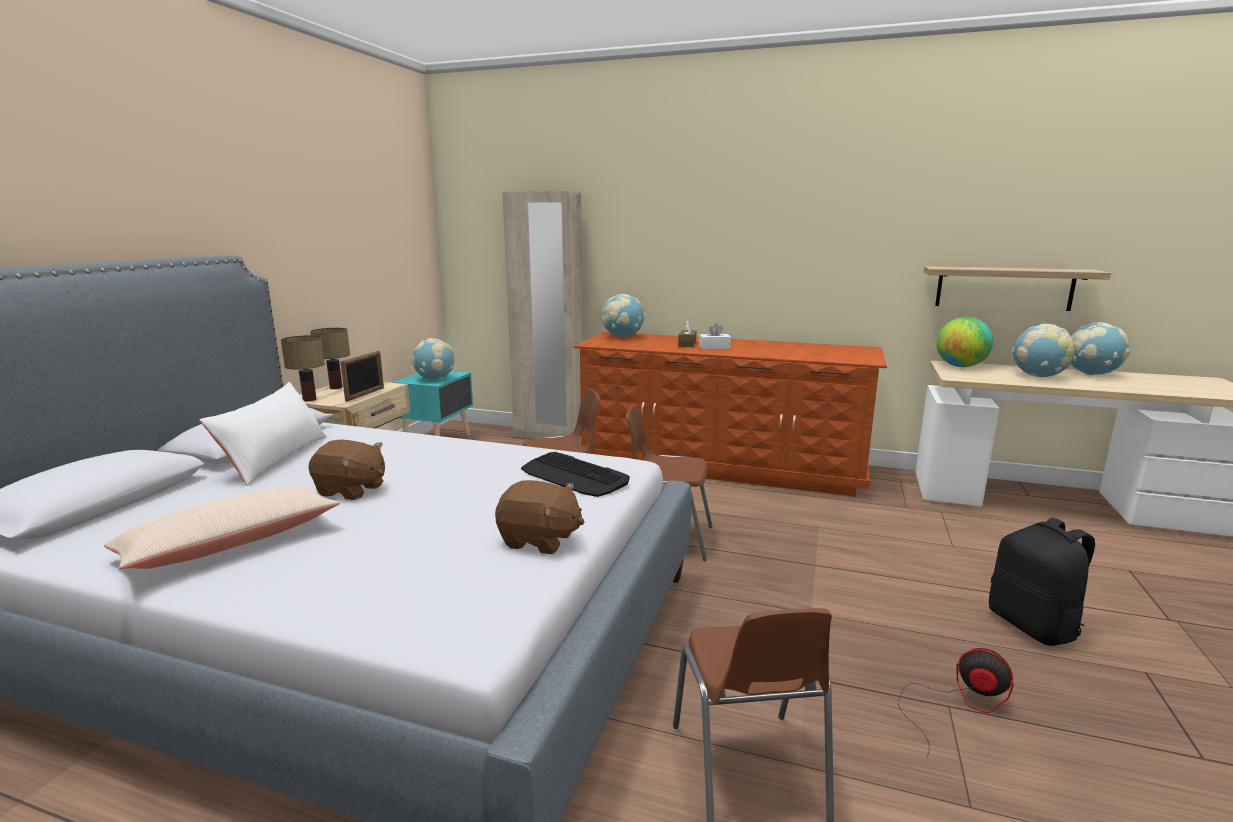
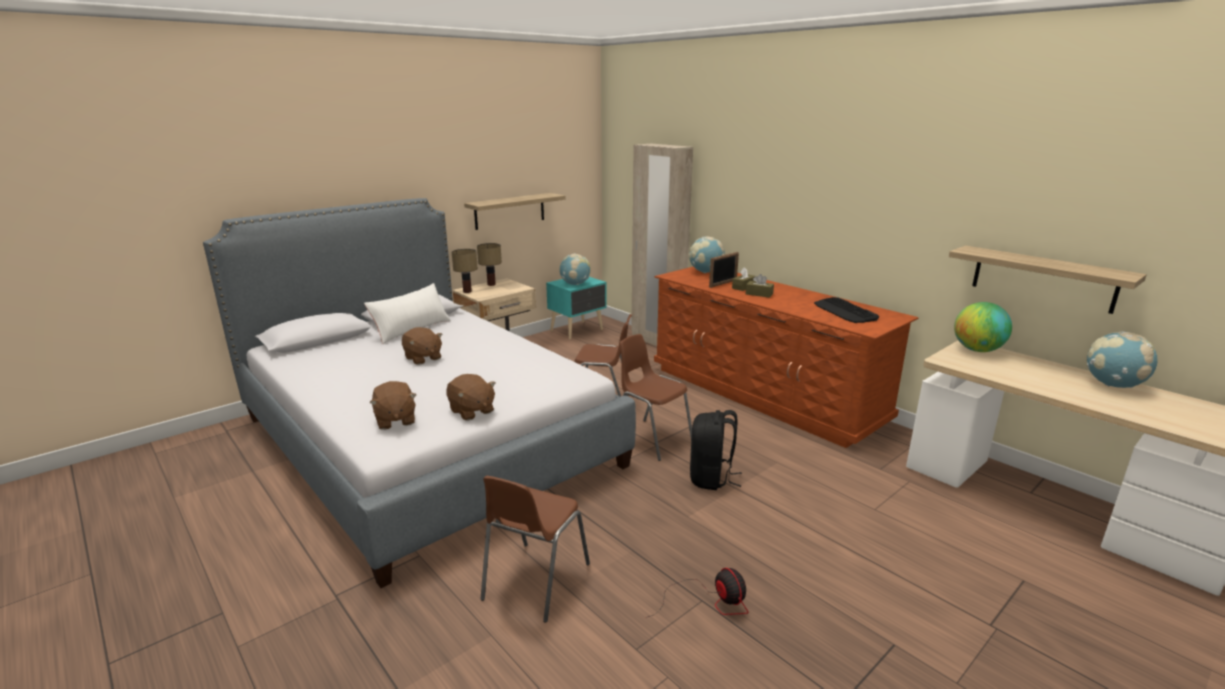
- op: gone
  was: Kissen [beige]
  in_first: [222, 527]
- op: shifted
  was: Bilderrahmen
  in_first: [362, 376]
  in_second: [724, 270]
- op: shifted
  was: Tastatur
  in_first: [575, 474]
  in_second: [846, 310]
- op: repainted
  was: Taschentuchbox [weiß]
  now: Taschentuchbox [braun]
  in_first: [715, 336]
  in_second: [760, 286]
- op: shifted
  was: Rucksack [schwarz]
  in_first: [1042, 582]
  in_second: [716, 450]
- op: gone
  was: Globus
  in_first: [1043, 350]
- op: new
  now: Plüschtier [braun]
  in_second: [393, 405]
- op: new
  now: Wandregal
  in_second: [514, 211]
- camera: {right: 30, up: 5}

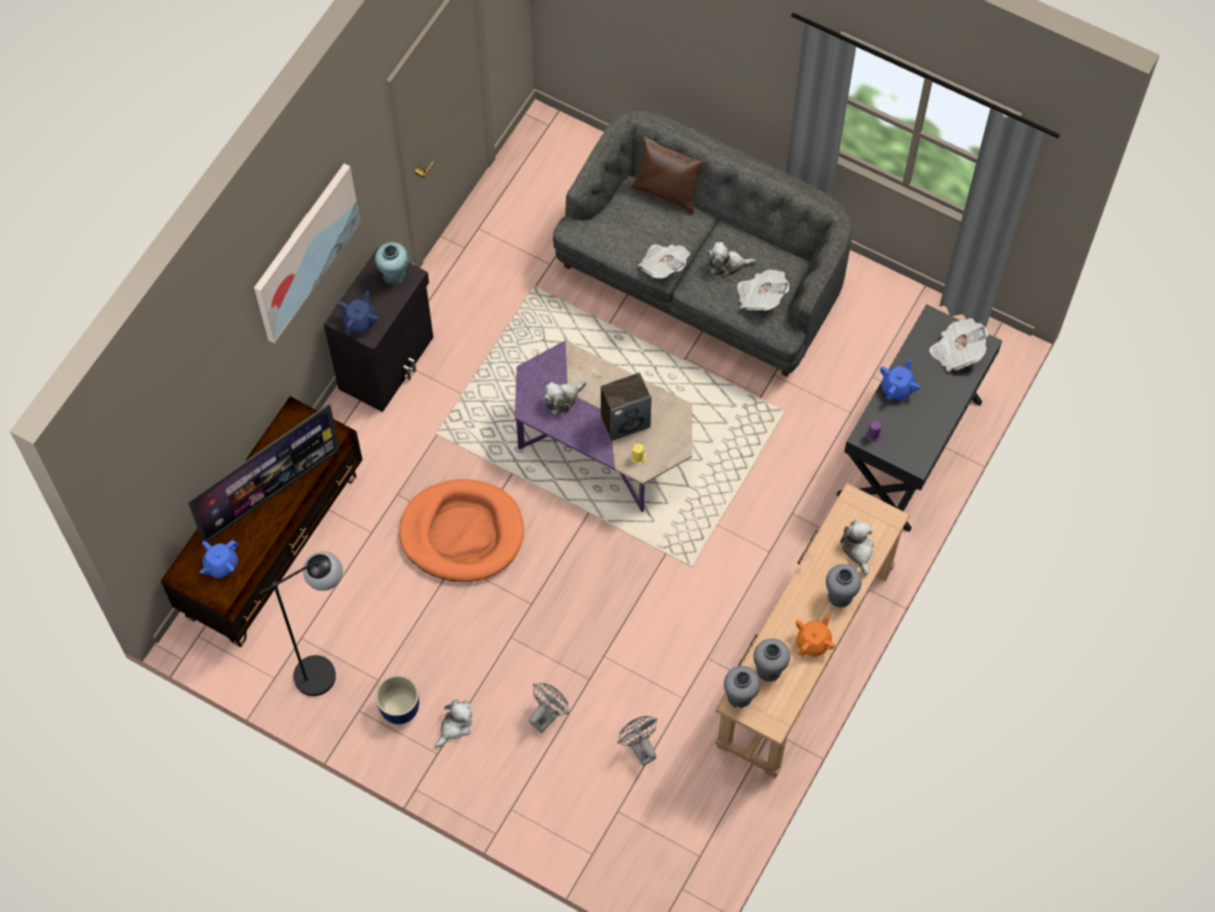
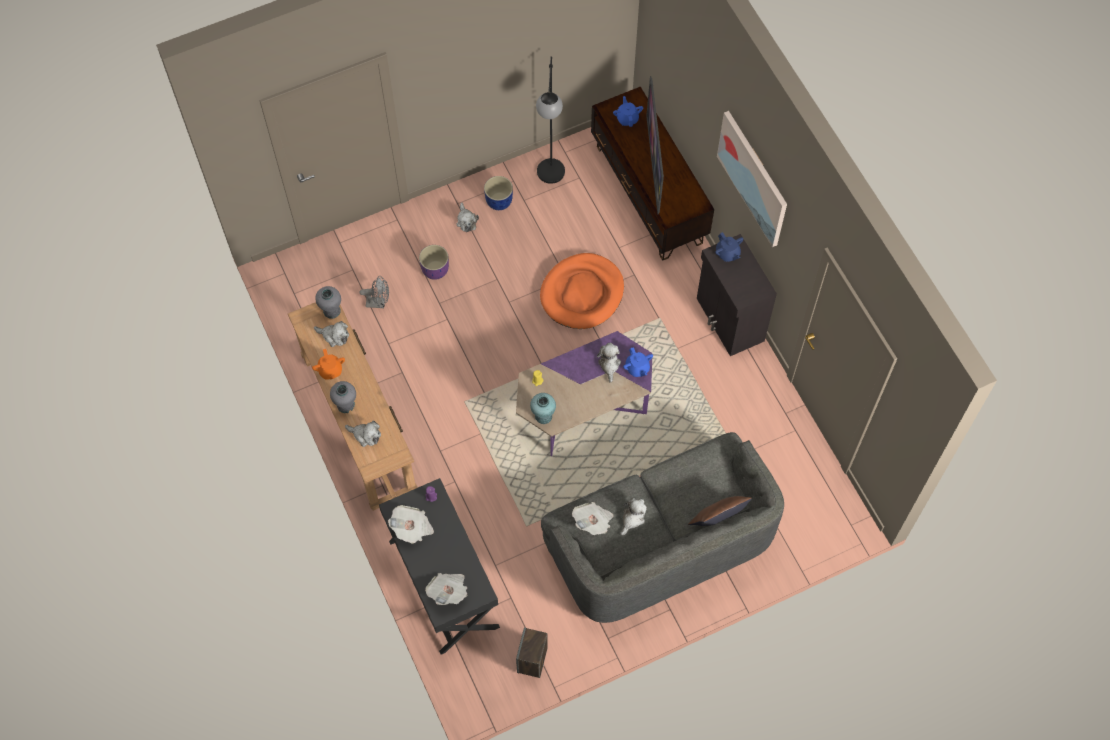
- op: shifted
  was: Vase [türkis]
  in_first: [392, 264]
  in_second: [543, 408]
- op: swapped
  was: Ventilator [grau]
  now: Pflanzkübel [lila]
  in_first: [549, 708]
  in_second: [434, 262]
- op: shifted
  was: Lautsprecher
  in_first: [626, 407]
  in_second: [532, 652]
- op: shifted
  was: Zeitung
  in_first: [664, 261]
  in_second: [411, 524]
- op: swapped
  was: Vase [grau]
  now: Plüschtier
  in_first: [771, 660]
  in_second: [331, 334]
- op: shifted
  was: Teekanne [blau]
  in_first: [900, 379]
  in_second: [638, 362]
- camera: {right: 125, up: 0}

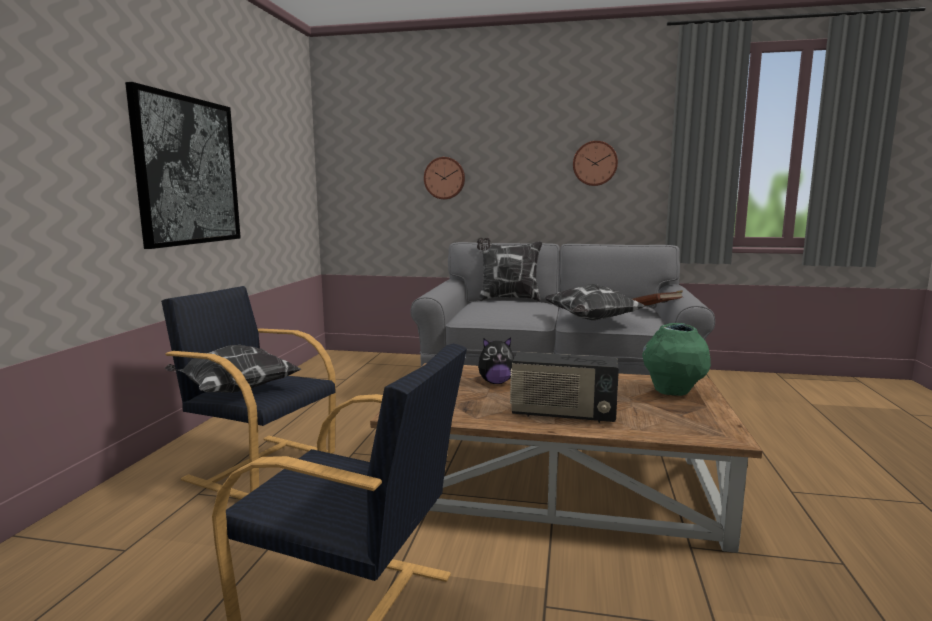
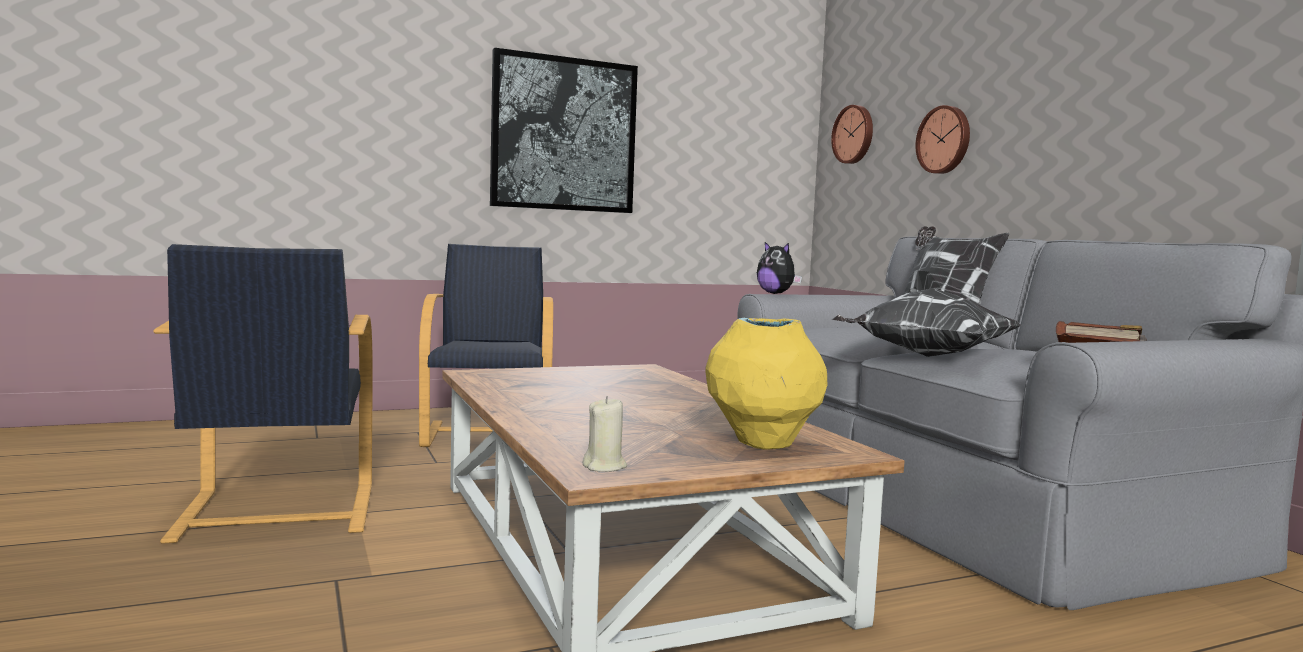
- op: gone
  was: Kissen
  in_first: [232, 369]
- op: shifted
  was: Plüschtier
  in_first: [496, 360]
  in_second: [779, 268]
- op: gone
  was: Radio
  in_first: [564, 387]
- op: shifted
  was: Wanduhr
  in_first: [595, 163]
  in_second: [852, 134]
- op: repainted
  was: Vase [grün]
  now: Vase [gelb]
  in_first: [676, 359]
  in_second: [766, 384]
- op: new
  now: Kerze [beige]
  in_second: [605, 434]
- camera: {right: 55, up: -5}

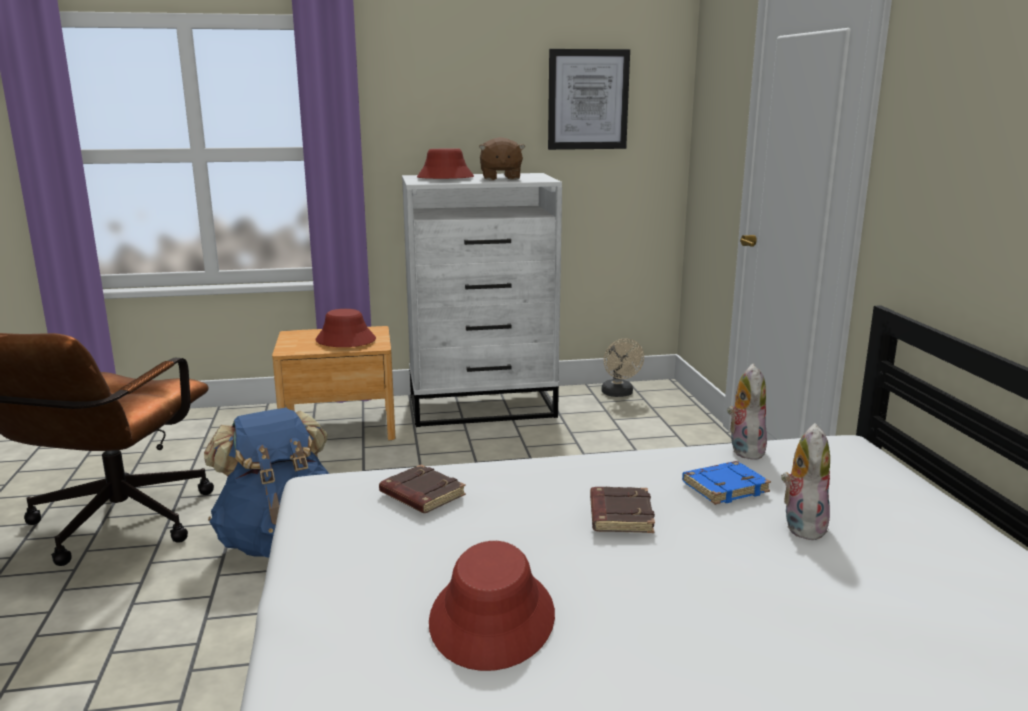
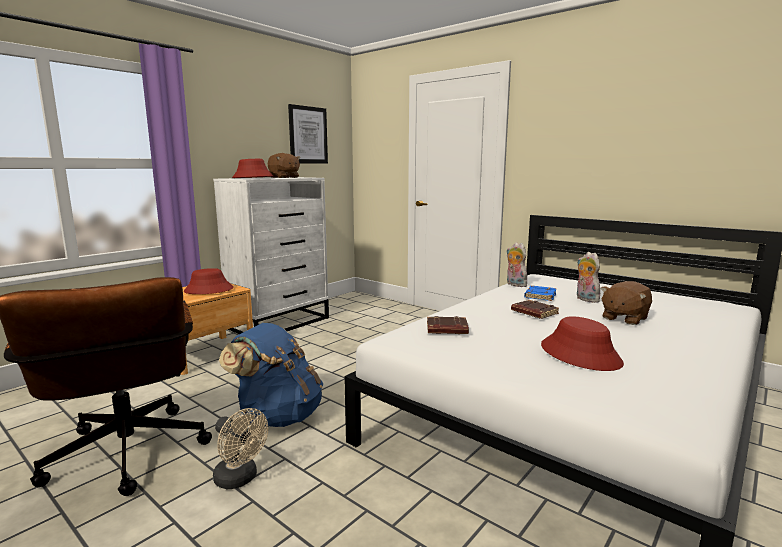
- op: shifted
  was: Ventilator [beige]
  in_first: [623, 367]
  in_second: [240, 448]
- op: new
  now: Plüschtier [braun]
  in_second: [626, 303]
- camera: {right: -40, up: -5}

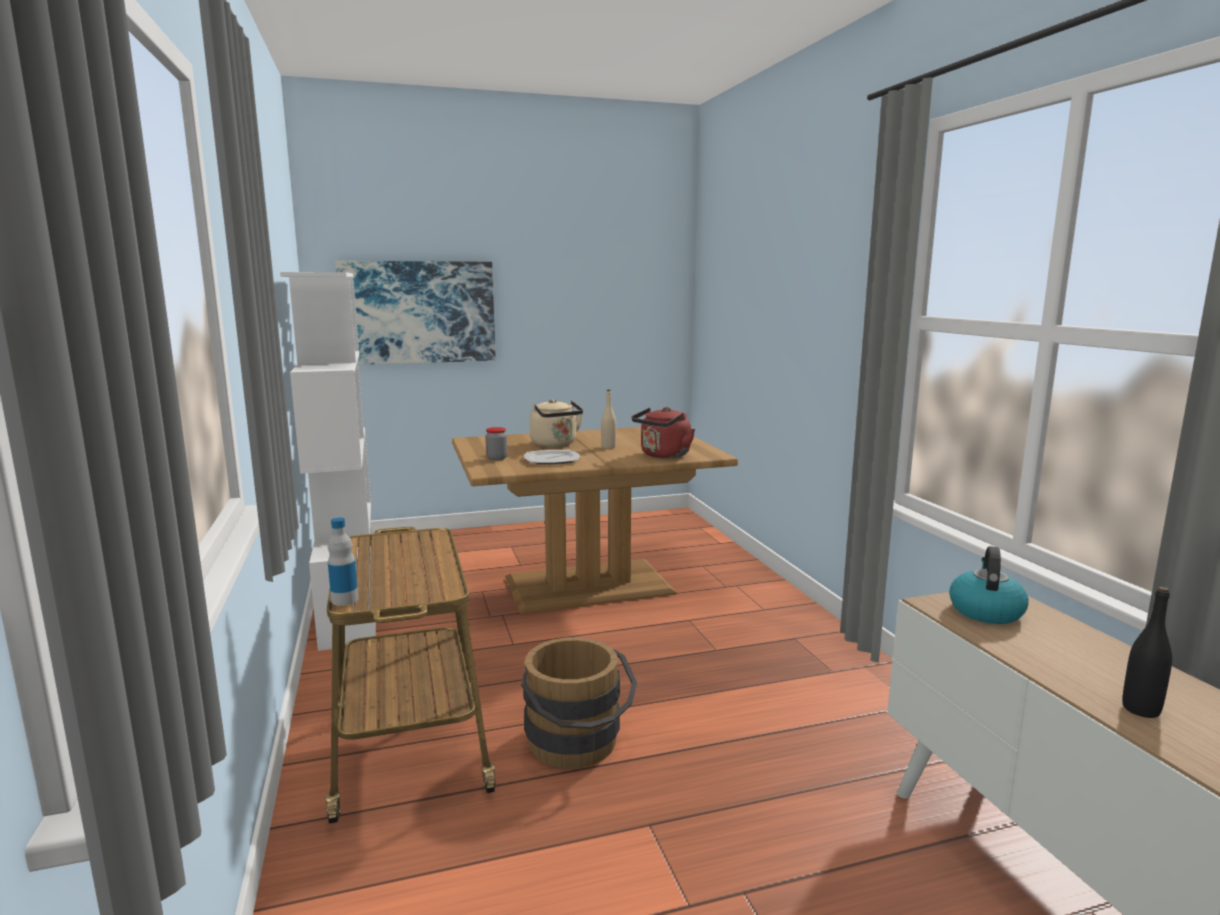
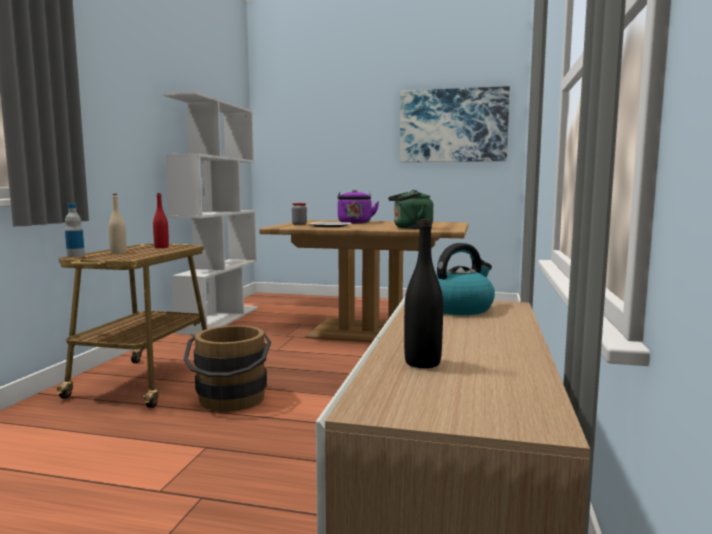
- op: shifted
  was: Bild
  in_first: [416, 313]
  in_second: [455, 124]
- op: repainted
  was: Wasserkessel [beige]
  now: Wasserkessel [lila]
  in_first: [556, 423]
  in_second: [358, 207]
- op: shifted
  was: Flasche [beige]
  in_first: [608, 419]
  in_second: [118, 224]
- op: repainted
  was: Wasserkessel [rot]
  now: Wasserkessel [grün]
  in_first: [663, 432]
  in_second: [411, 209]
- op: new
  now: Flasche [rot]
  in_second: [161, 220]
- camera: {right: 30, up: -5}

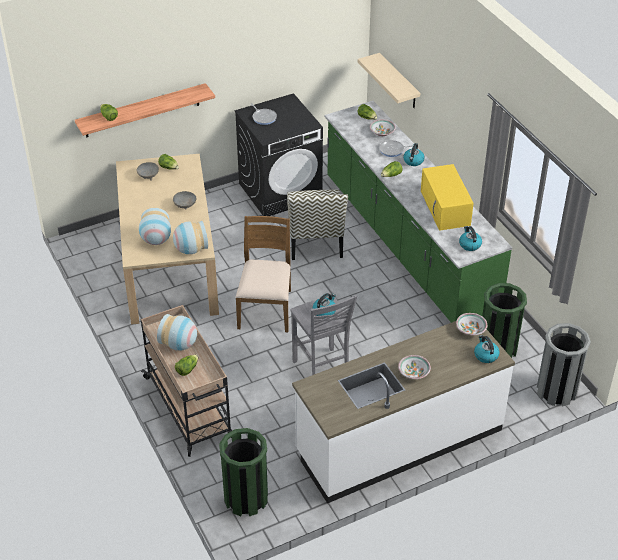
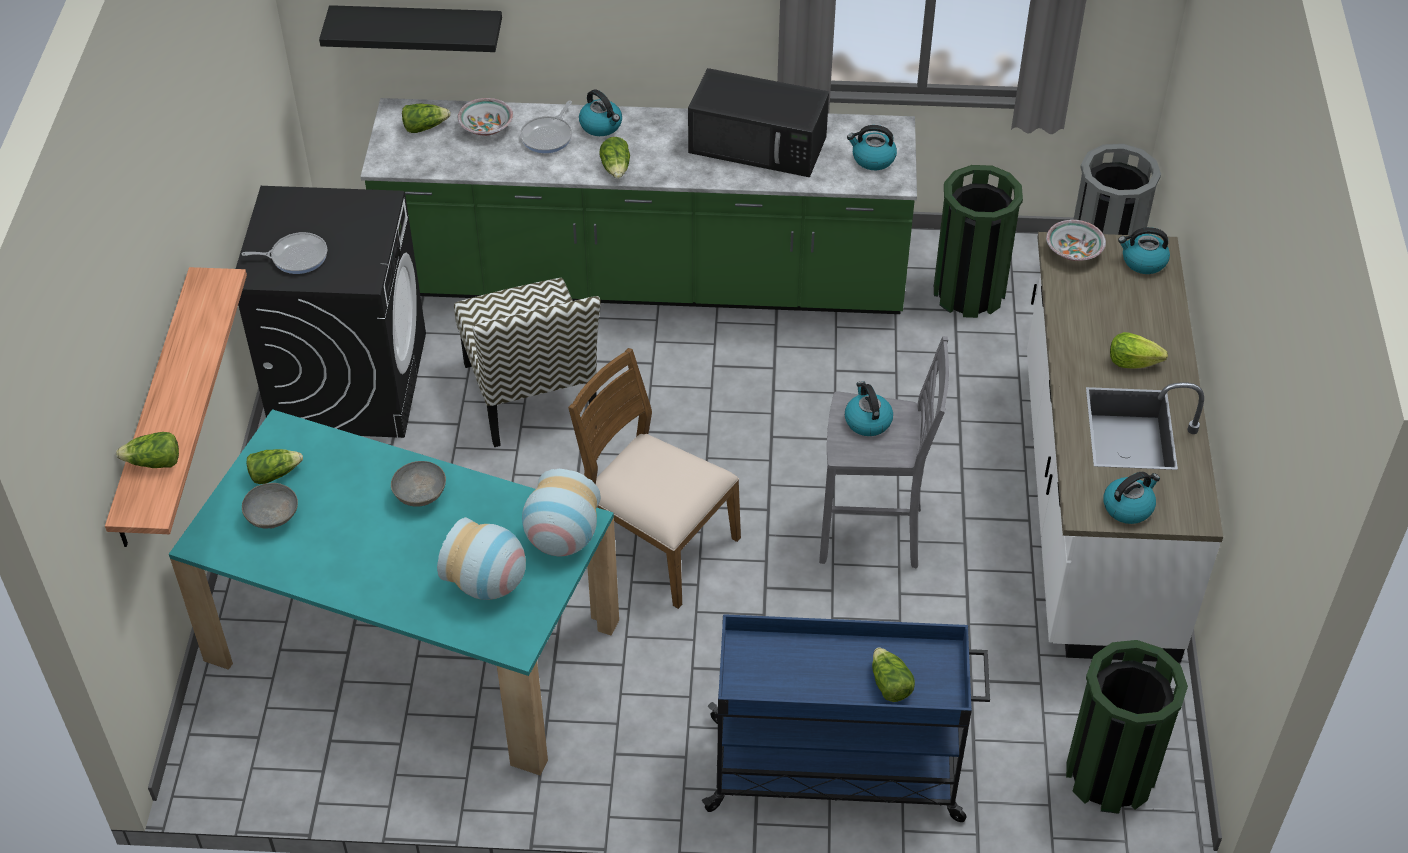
- op: repainted
  was: Esstisch [beige]
  now: Esstisch [türkis]
  in_first: [167, 239]
  in_second: [394, 592]
- op: repainted
  was: Rollwagen [beige]
  now: Rollwagen [blau]
  in_first: [186, 381]
  in_second: [846, 718]
- op: gone
  was: Vase
  in_first: [177, 332]
- op: rotated
  was: Stuhl
  in_first: [317, 225]
  in_second: [527, 362]
  clockwise: 45
- op: repainted
  was: Wandregal [beige]
  now: Wandregal [schwarz]
  in_first: [389, 80]
  in_second: [410, 28]
- op: swapped
  was: Schüssel
  now: Salatkopf
  in_first: [414, 367]
  in_second: [1139, 350]
- op: repainted
  was: Mikrowelle [gelb]
  now: Mikrowelle [schwarz]
  in_first: [447, 197]
  in_second: [758, 122]
- op: new
  now: Wasserkessel
  in_second: [1131, 498]
- camera: {right: -60, up: 5}

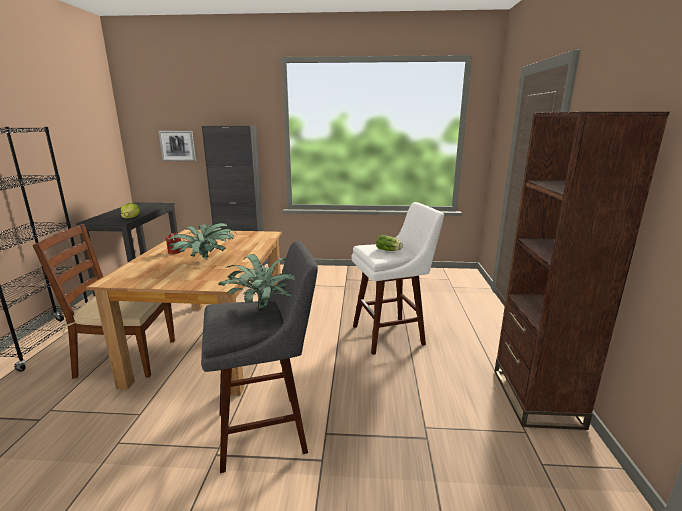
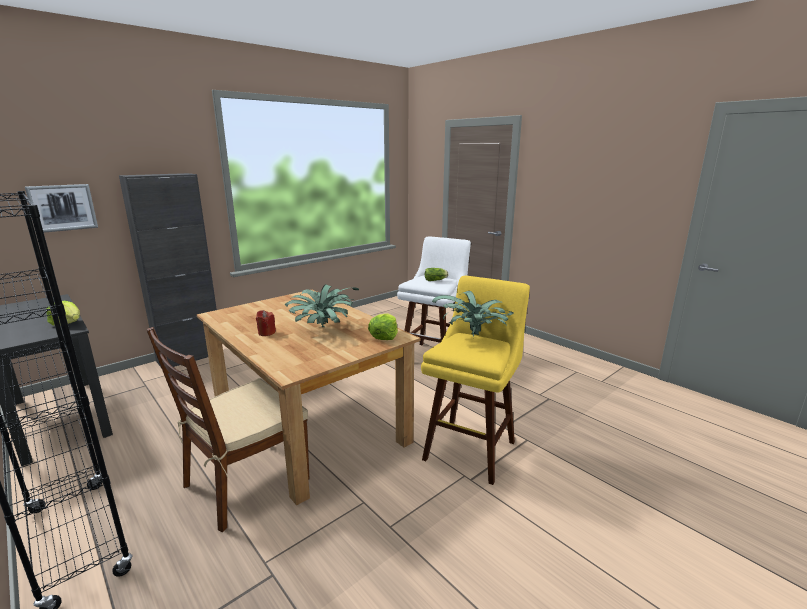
- op: repainted
  was: Hocker [grau]
  now: Hocker [gelb]
  in_first: [259, 357]
  in_second: [475, 380]
- op: gone
  was: Bücherregal [braun]
  in_first: [582, 271]
- op: new
  now: Salatkopf
  in_second: [383, 326]
- camera: {right: -45, up: 0}

